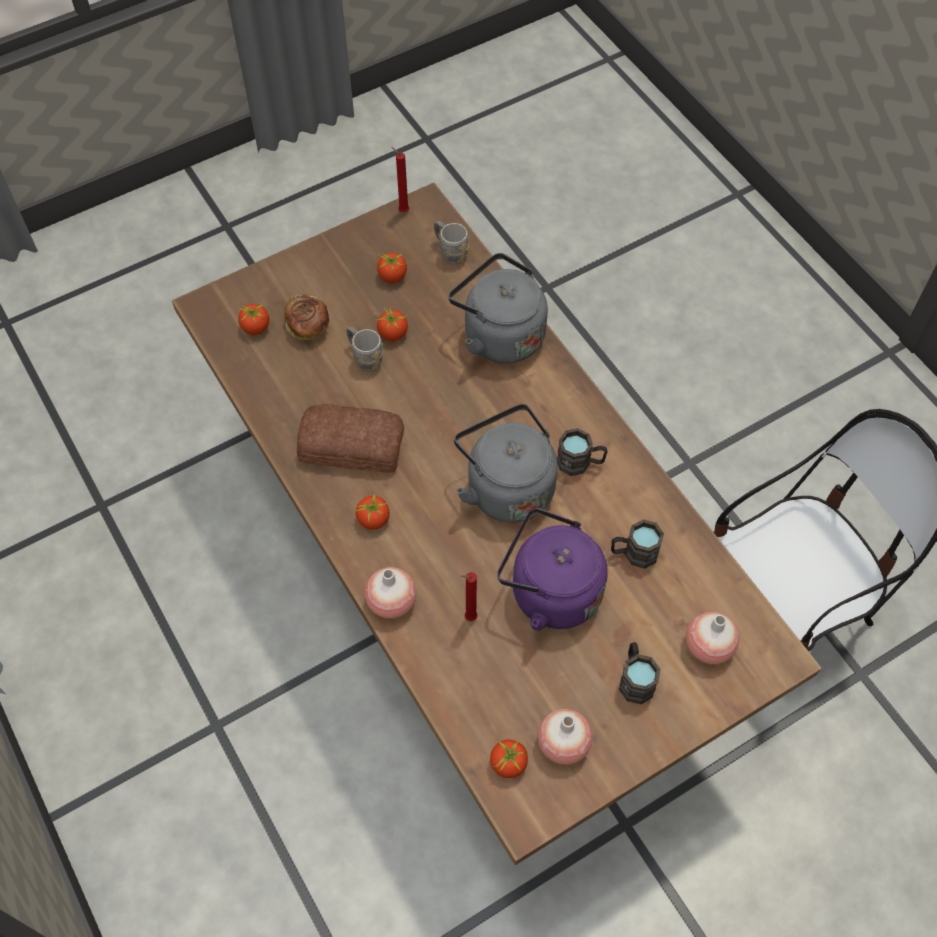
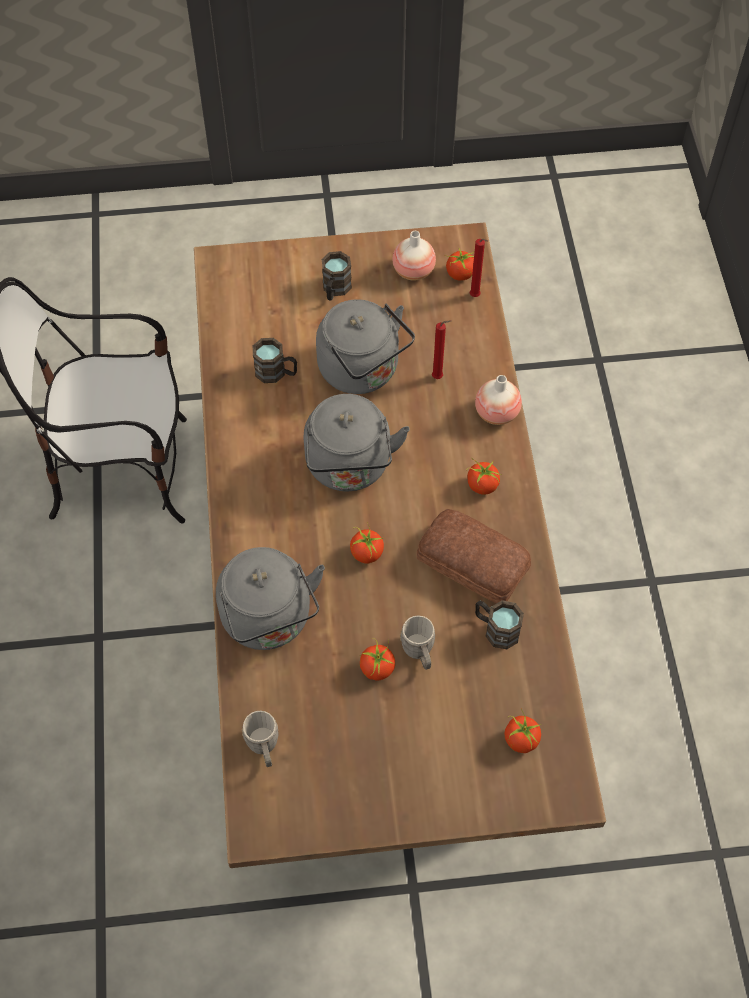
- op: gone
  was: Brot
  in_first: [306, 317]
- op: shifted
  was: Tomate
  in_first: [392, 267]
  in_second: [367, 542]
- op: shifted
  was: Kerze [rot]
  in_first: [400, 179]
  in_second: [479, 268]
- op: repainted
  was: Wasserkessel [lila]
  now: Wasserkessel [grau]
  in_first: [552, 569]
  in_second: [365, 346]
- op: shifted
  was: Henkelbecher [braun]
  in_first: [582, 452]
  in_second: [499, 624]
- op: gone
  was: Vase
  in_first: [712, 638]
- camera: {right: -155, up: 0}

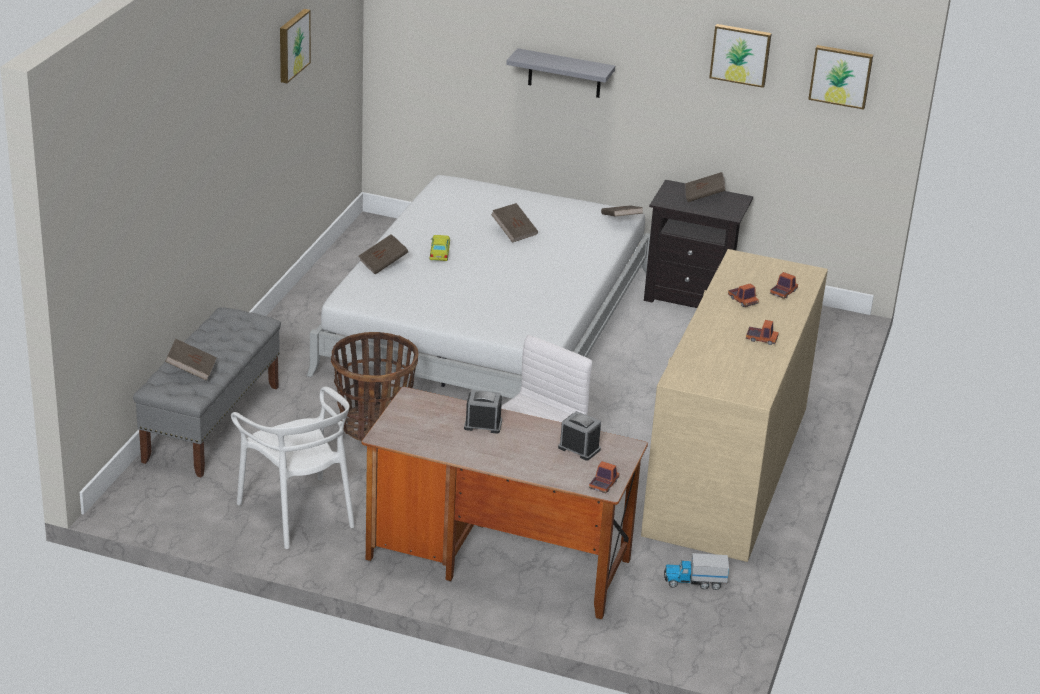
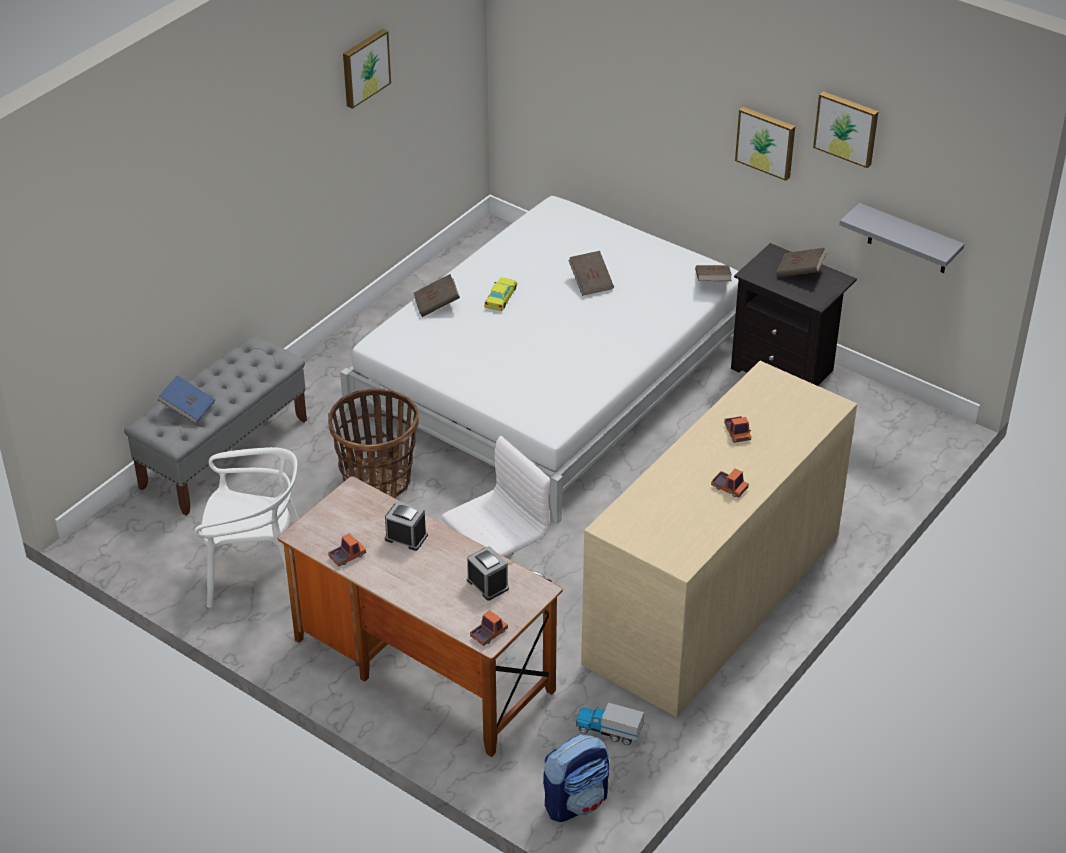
- op: repainted
  was: Buch [braun]
  now: Buch [blau]
  in_first: [191, 360]
  in_second: [186, 399]
- op: rotated
  was: Stuhl [weiß]
  in_first: [293, 467]
  in_second: [246, 527]
  clockwise: -75
- op: shifted
  was: Wandregal [grau]
  in_first: [560, 73]
  in_second: [901, 238]
- op: shifted
  was: Spielzeuglaster
  in_first: [784, 285]
  in_second: [347, 550]
- op: shifted
  was: Bild
  in_first: [840, 77]
  in_second: [765, 144]
- op: new
  now: Rucksack
  in_second: [576, 778]
- camera: {right: 20, up: 10}

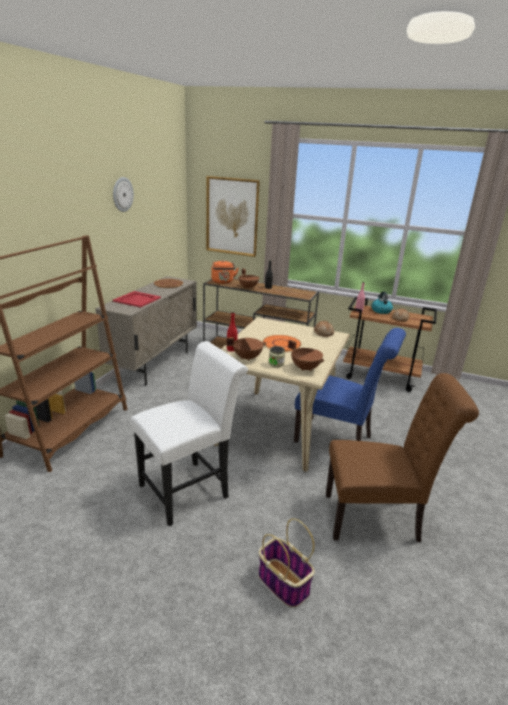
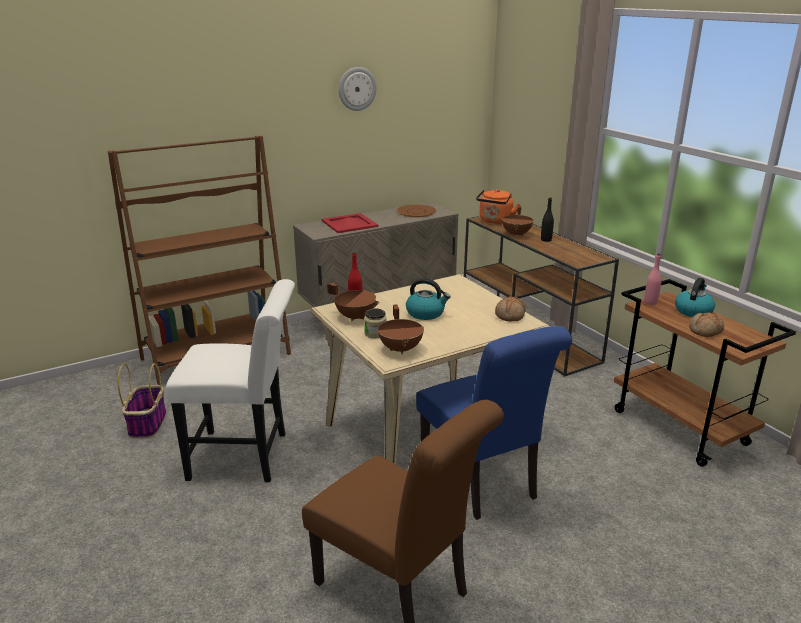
- op: gone
  was: Bild
  in_first: [233, 216]
- op: shifted
  was: Korb
  in_first: [286, 563]
  in_second: [141, 400]
- op: swapped
  was: Teller [orange]
  now: Wasserkessel
  in_first: [282, 343]
  in_second: [428, 299]
- camera: {right: 40, up: 0}

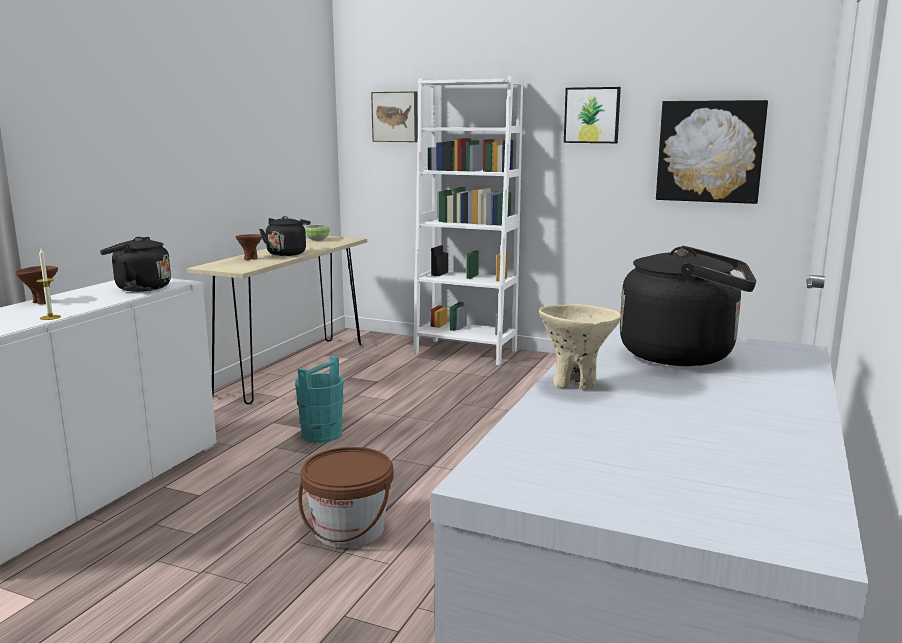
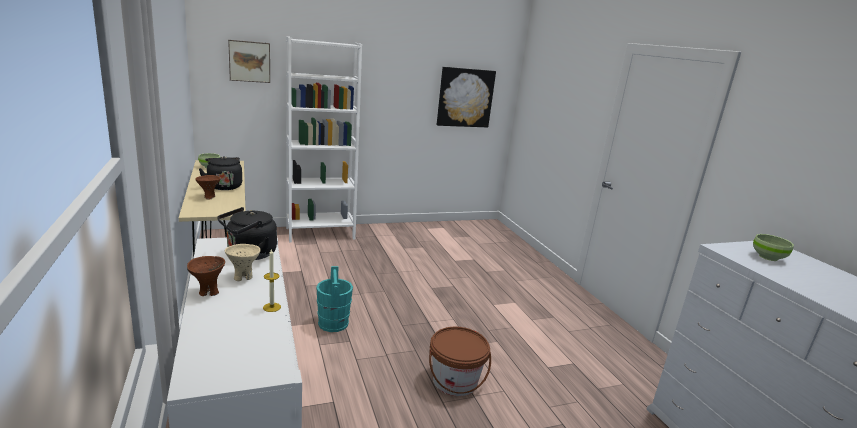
- op: shifted
  was: Schüssel [beige]
  in_first: [580, 347]
  in_second: [243, 262]
- op: gone
  was: Bild
  in_first: [592, 115]
- op: swapped
  was: Wasserkessel [schwarz]
  now: Schüssel [grün]
  in_first: [688, 306]
  in_second: [773, 247]
- camera: {right: -45, up: 5}

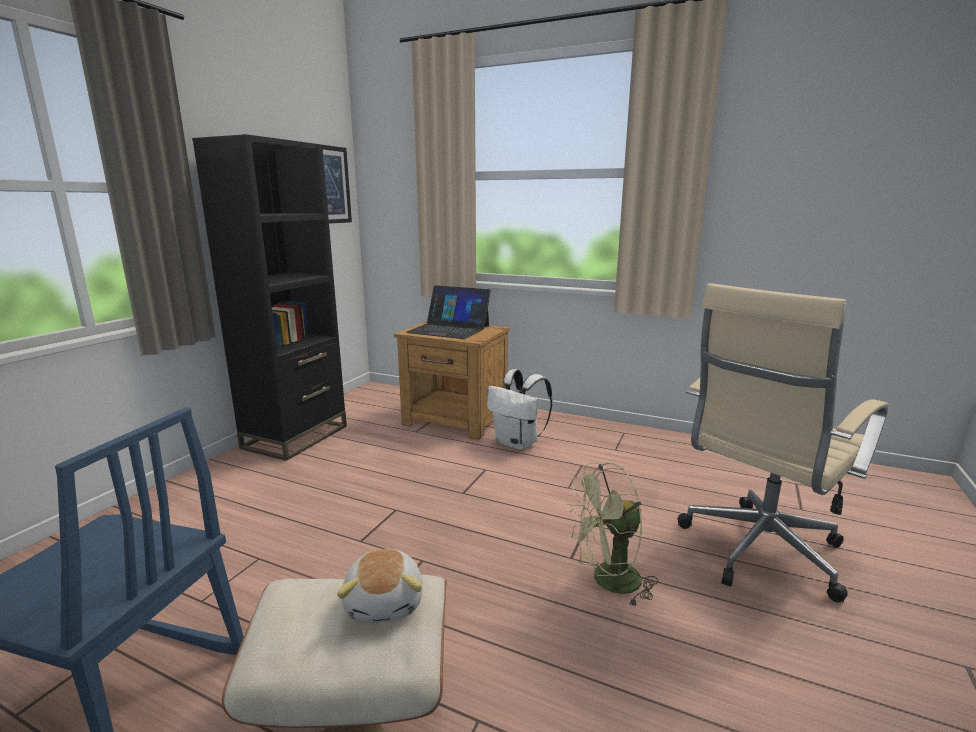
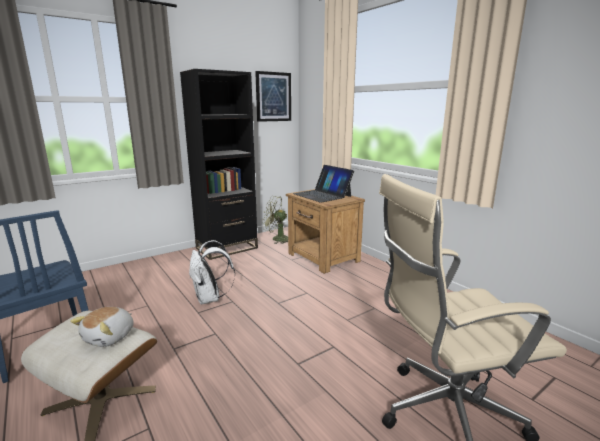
- op: shifted
  was: Rucksack [weiß]
  in_first: [519, 409]
  in_second: [212, 272]
- op: shifted
  was: Ventilator [grün]
  in_first: [612, 534]
  in_second: [275, 220]
- camera: {right: 30, up: 0}

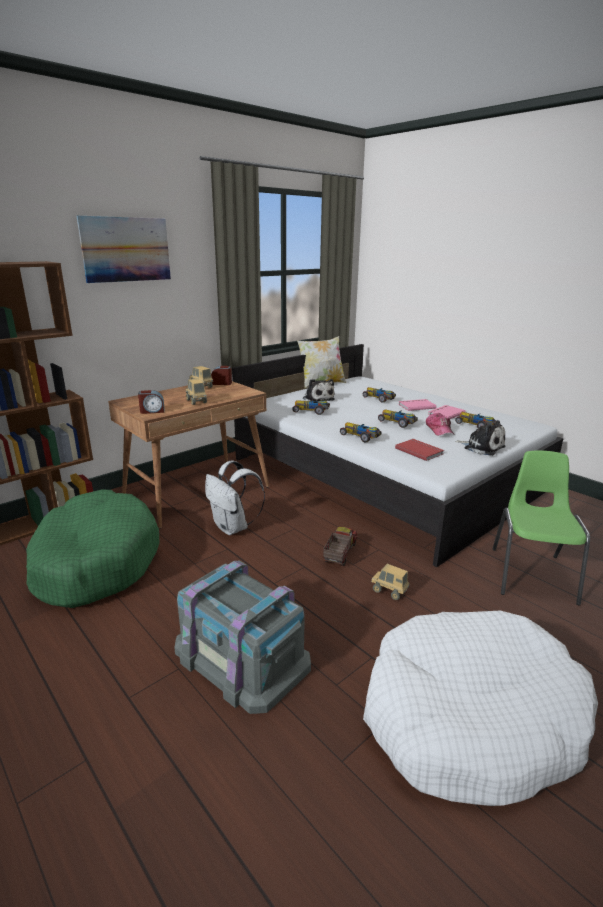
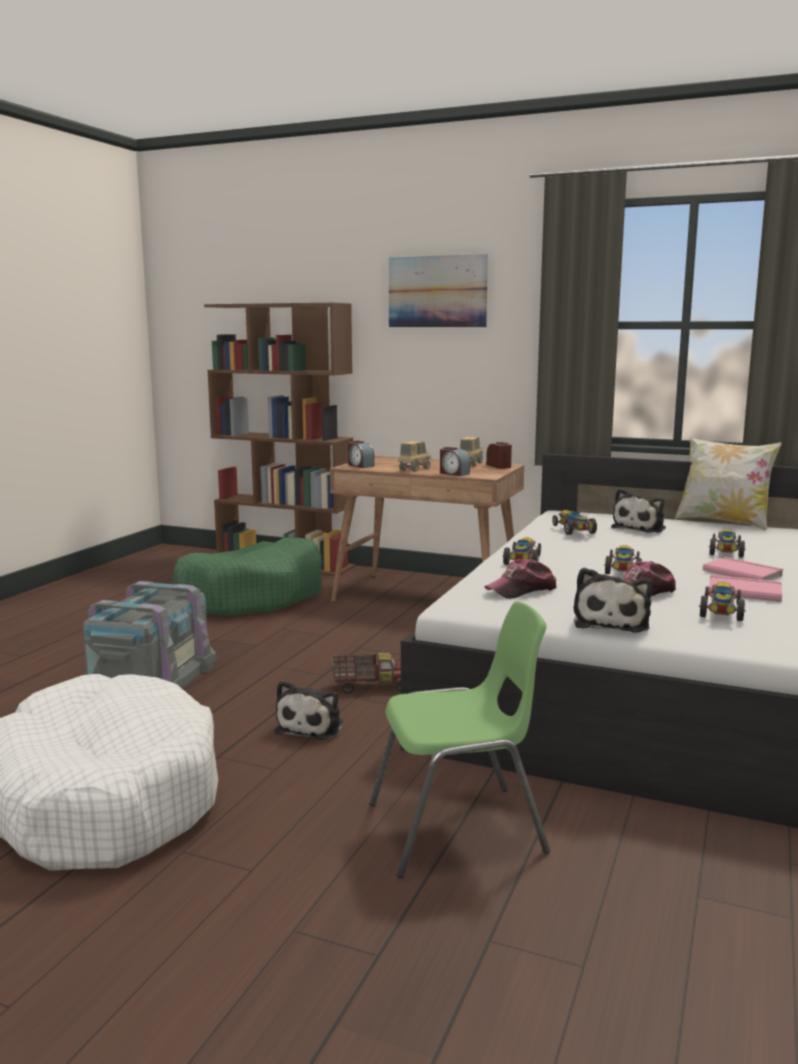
- op: gone
  was: Rucksack [weiß]
  in_first: [235, 497]
- op: swapped
  was: Spielzeuglaster
  now: Plüschtier
  in_first: [390, 582]
  in_second: [309, 710]
- op: swapped
  was: Buch [rot]
  now: Kappe
  in_first: [419, 450]
  in_second: [520, 579]
- op: new
  now: Wecker
  in_second: [455, 461]
- camera: {right: 65, up: -10}

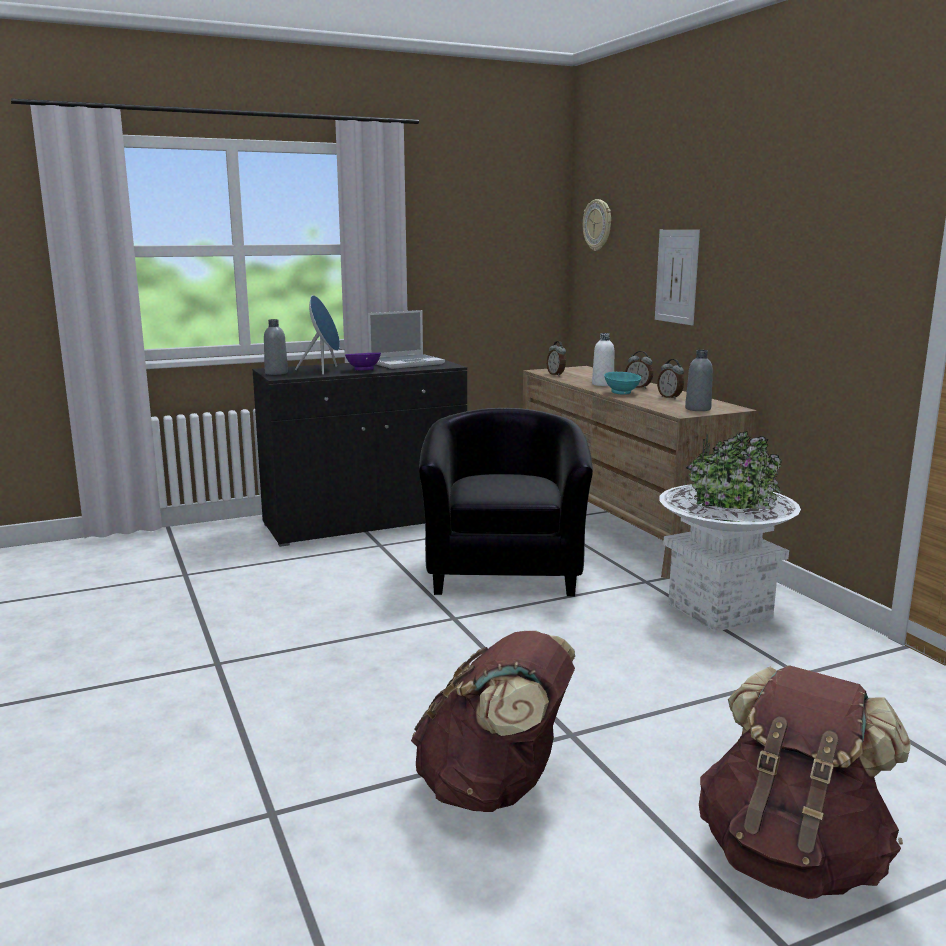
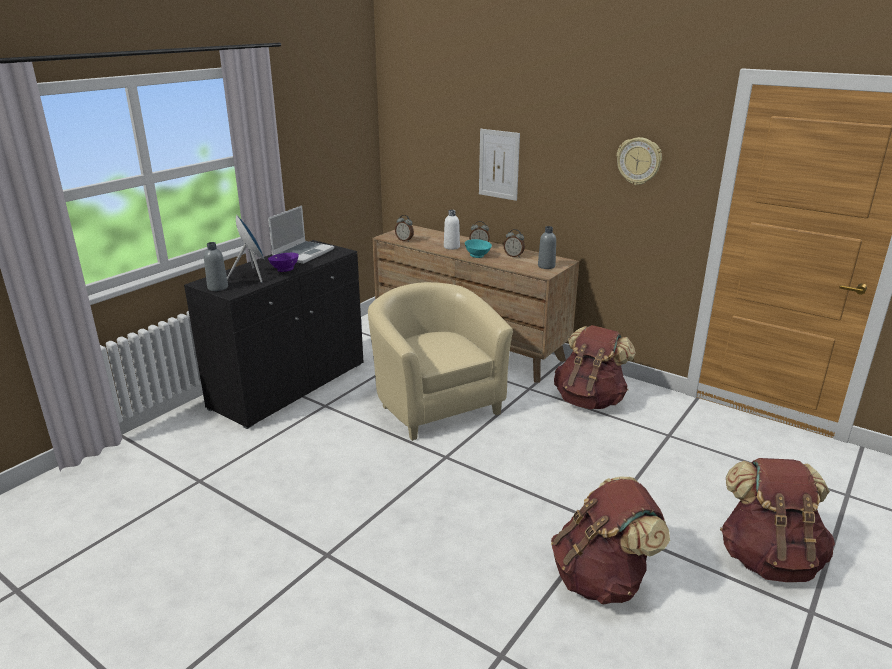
- op: repainted
  was: Sessel [schwarz]
  now: Sessel [beige]
  in_first: [506, 502]
  in_second: [440, 361]
- op: shifted
  was: Wanduhr
  in_first: [597, 225]
  in_second: [639, 161]
- op: swapped
  was: Pflanzkübel [weiß]
  now: Rucksack [braun]
  in_first: [730, 531]
  in_second: [595, 367]
- camera: {right: -30, up: 10}

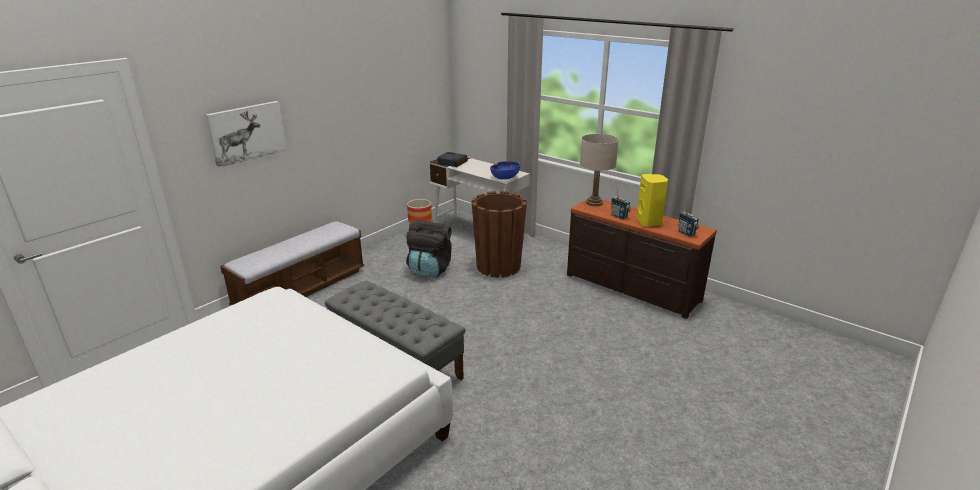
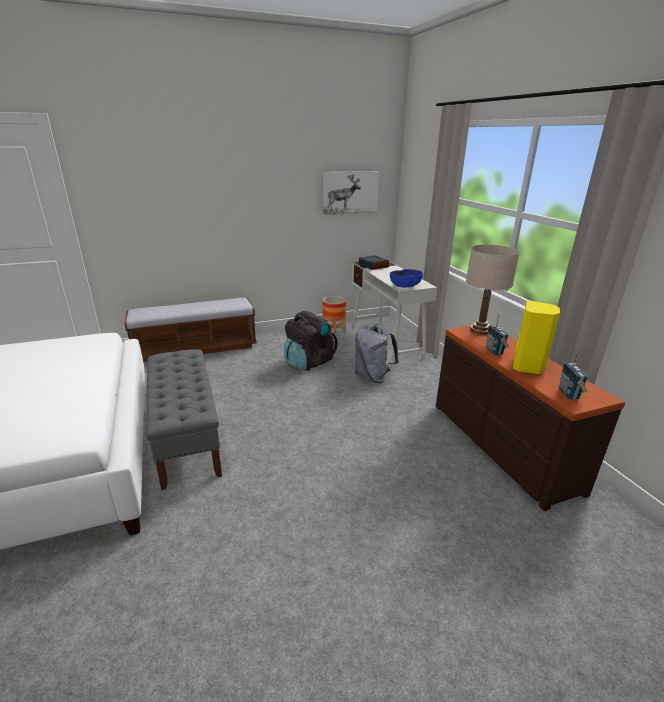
- op: shifted
  was: Bild
  in_first: [246, 134]
  in_second: [351, 193]
- op: swapped
  was: Pflanzkübel [braun]
  now: Rucksack [grau]
  in_first: [499, 234]
  in_second: [377, 354]
- camera: {right: 30, up: 0}

